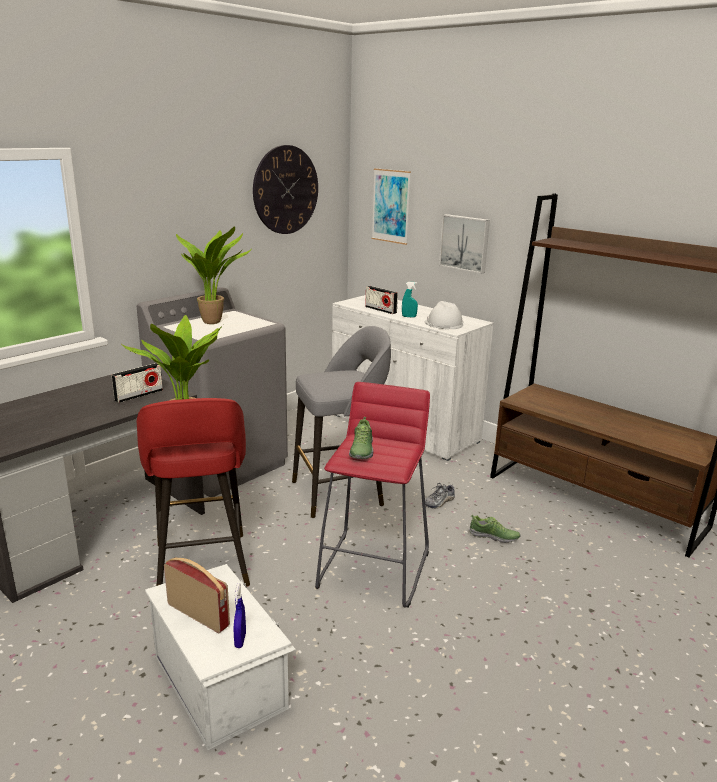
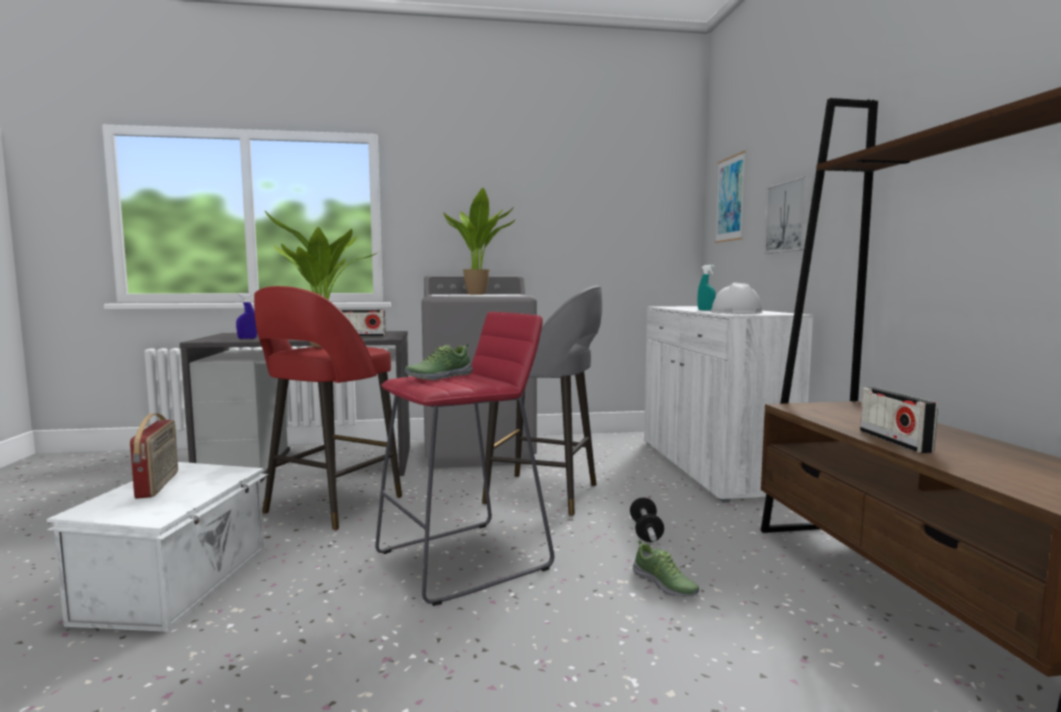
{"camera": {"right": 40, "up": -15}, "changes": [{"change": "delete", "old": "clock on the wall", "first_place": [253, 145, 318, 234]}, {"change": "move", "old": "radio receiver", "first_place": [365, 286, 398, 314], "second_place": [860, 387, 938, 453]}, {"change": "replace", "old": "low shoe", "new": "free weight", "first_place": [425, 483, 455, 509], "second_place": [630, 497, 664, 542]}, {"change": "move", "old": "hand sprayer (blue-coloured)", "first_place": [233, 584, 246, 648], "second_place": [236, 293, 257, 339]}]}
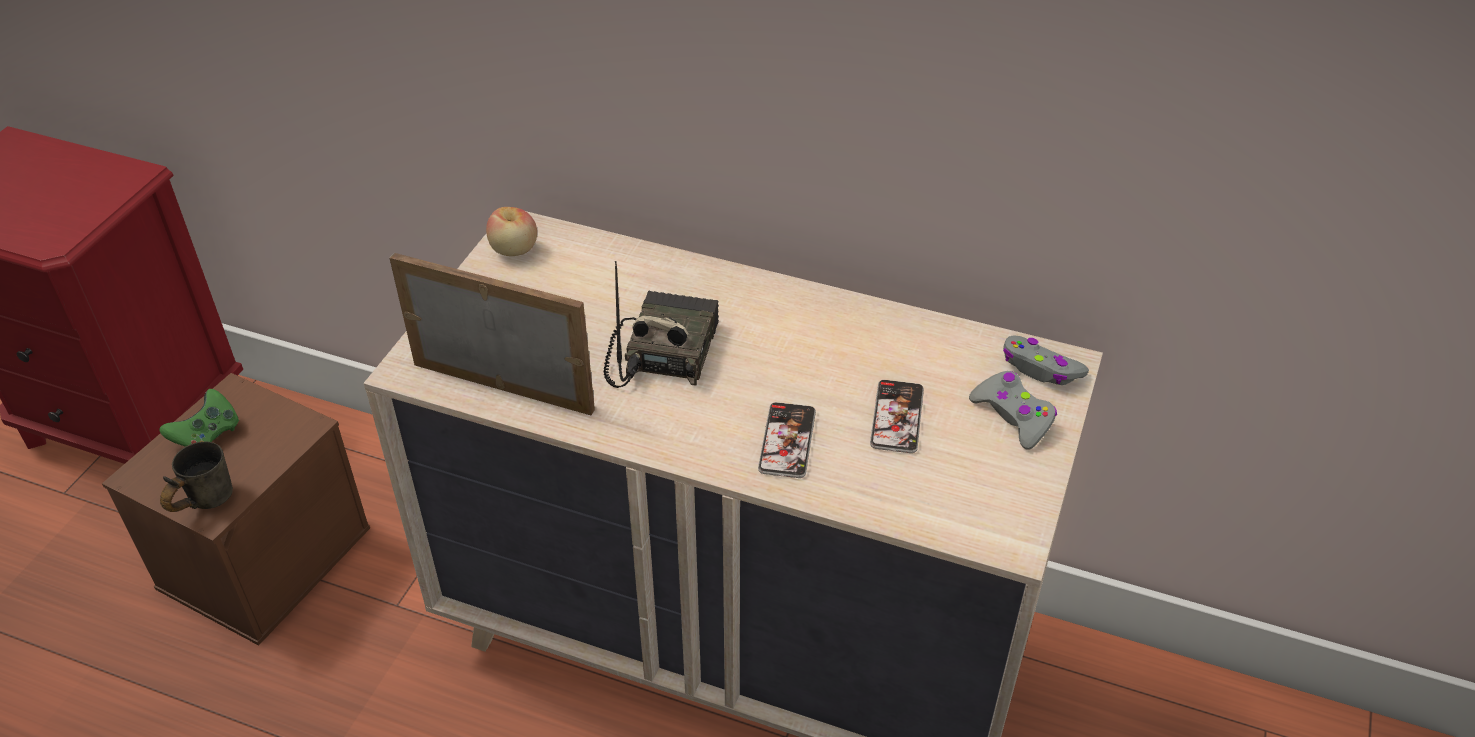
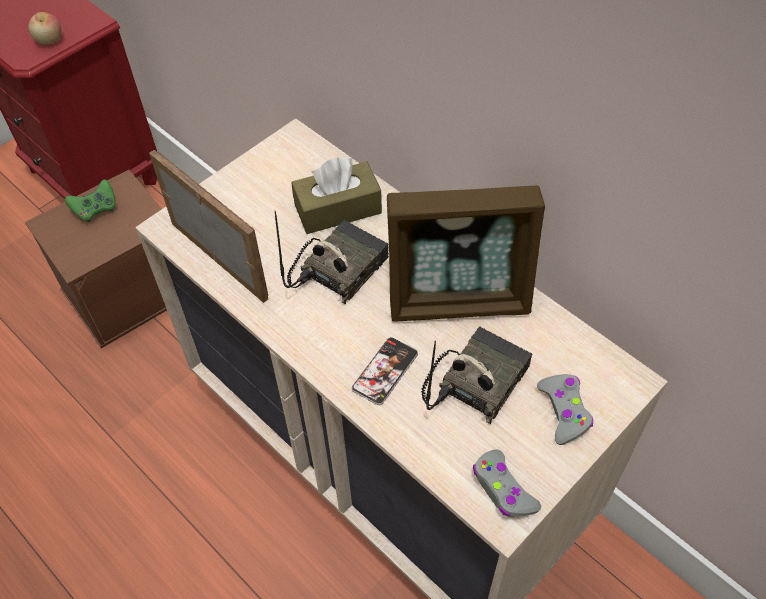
{"camera": {"right": 25, "up": 10}, "changes": [{"change": "move", "old": "apple fruit", "first_place": [486, 207, 537, 256], "second_place": [28, 12, 62, 44]}, {"change": "move", "old": "joypad (grey)", "first_place": [1003, 335, 1089, 385], "second_place": [473, 449, 541, 517]}, {"change": "replace", "old": "phone", "new": "radio receiver", "first_place": [870, 380, 924, 453], "second_place": [421, 326, 532, 424]}, {"change": "delete", "old": "tea mug (grey)", "first_place": [160, 441, 233, 512]}, {"change": "insert", "new": "tissue holder (brown)", "second_place": [291, 157, 382, 234]}, {"change": "insert", "new": "photo frame", "second_place": [387, 186, 545, 322]}]}
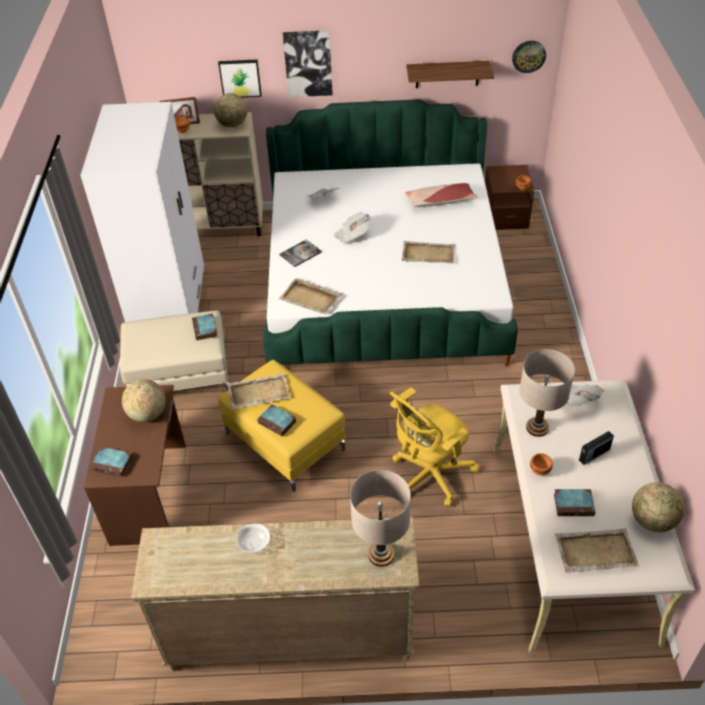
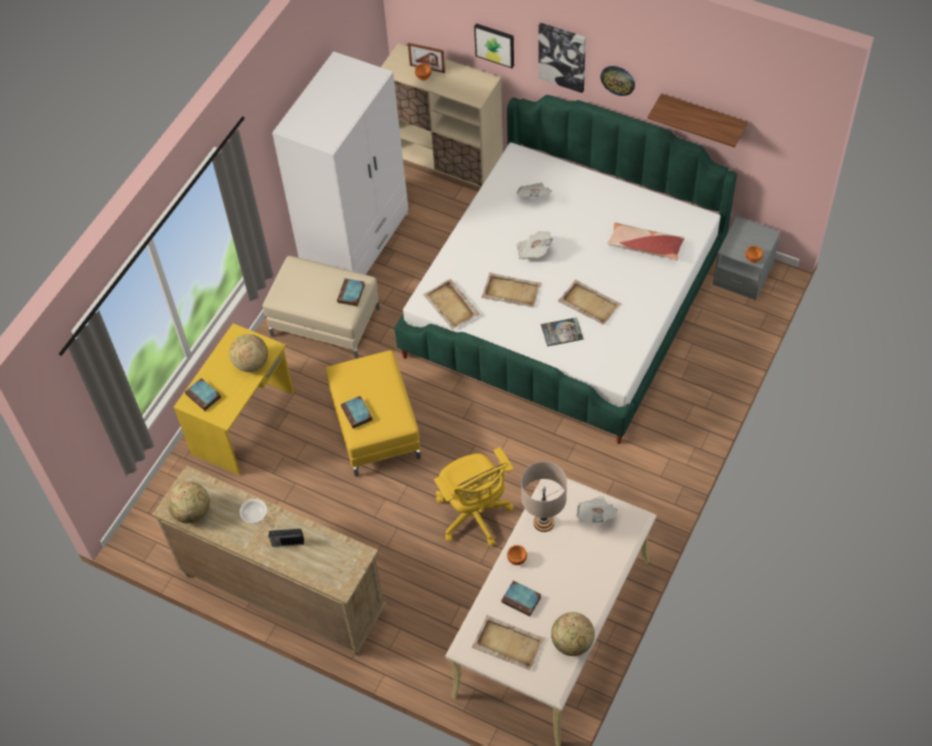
{"camera": {"right": 30, "up": 10}, "changes": [{"change": "move", "old": "clock on the wall", "first_place": [512, 41, 546, 73], "second_place": [600, 66, 635, 96]}, {"change": "move", "old": "world globe", "first_place": [214, 93, 247, 128], "second_place": [167, 482, 210, 523]}, {"change": "recolor", "old": "night table (brown)", "new": "night table (grey)", "first_place": [485, 165, 534, 230], "second_place": [713, 216, 781, 300]}, {"change": "move", "old": "book", "first_place": [279, 240, 322, 267], "second_place": [541, 317, 583, 346]}, {"change": "move", "old": "tray (beige)", "first_place": [227, 373, 291, 410], "second_place": [481, 272, 542, 308]}, {"change": "recolor", "old": "desk (brown)", "new": "desk (yellow)", "first_place": [84, 385, 186, 546], "second_place": [173, 323, 294, 475]}, {"change": "rotate", "old": "office chair (yellow)", "first_place": [389, 387, 480, 507], "second_place": [434, 447, 514, 546], "degrees": -105}, {"change": "move", "old": "radio receiver", "first_place": [579, 431, 614, 465], "second_place": [268, 529, 304, 547]}, {"change": "delete", "old": "lamp for a table (beige)", "first_place": [350, 470, 411, 567]}]}
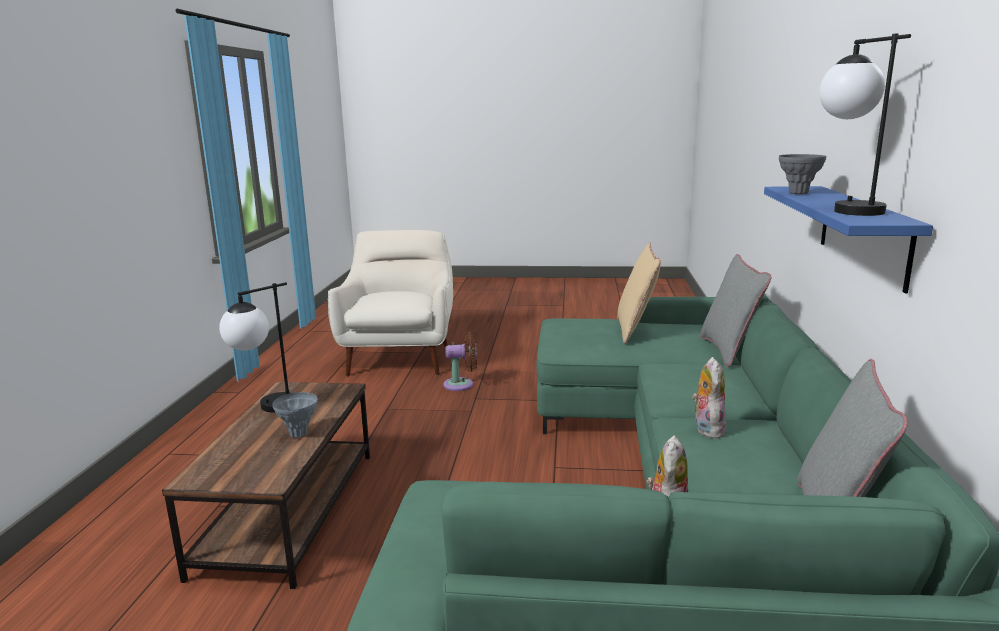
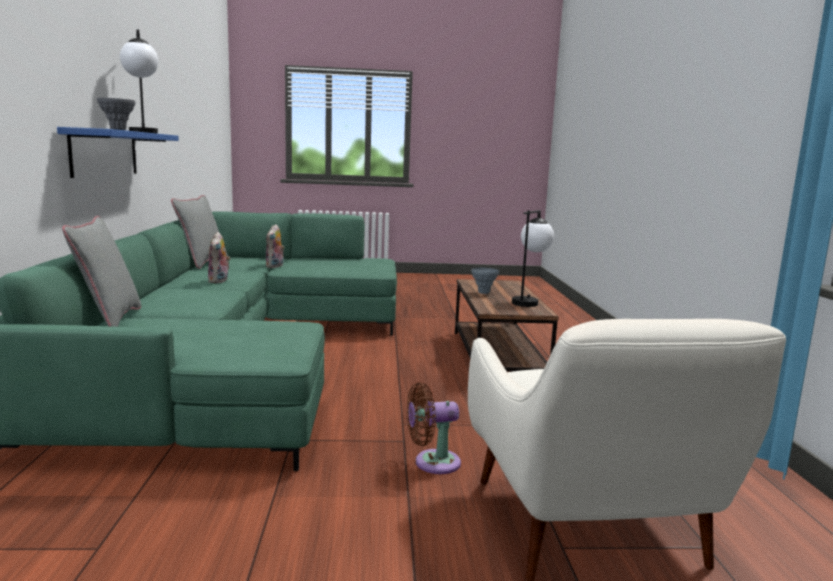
{"camera": {"right": 170, "up": -5}, "changes": [{"change": "delete", "old": "pillow (beige)", "first_place": [617, 242, 661, 344]}]}
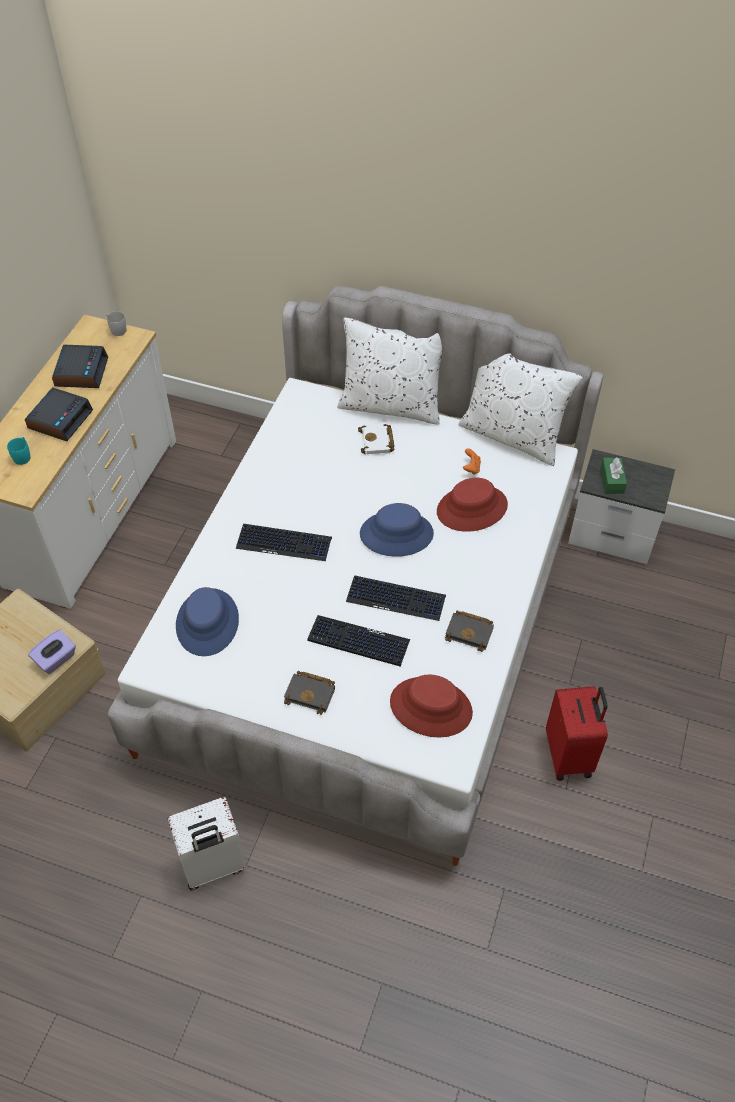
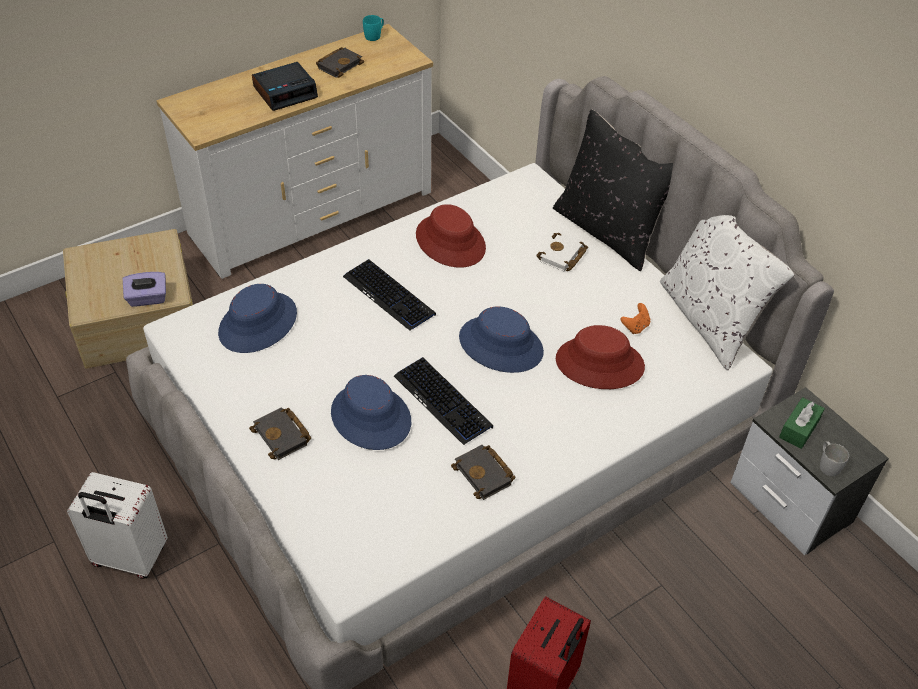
{"camera": {"right": 35, "up": -5}, "changes": [{"change": "move", "old": "tea mug (white-coloured)", "first_place": [107, 311, 126, 336], "second_place": [820, 441, 849, 476]}, {"change": "recolor", "old": "pillow (white-coloured)", "new": "pillow (blackish)", "first_place": [337, 318, 442, 425], "second_place": [553, 109, 673, 271]}, {"change": "replace", "old": "bedside clock", "new": "book (blackish)", "first_place": [52, 345, 108, 388], "second_place": [316, 47, 364, 78]}, {"change": "move", "old": "tea mug (turquoise-coloured)", "first_place": [7, 437, 30, 465], "second_place": [363, 15, 384, 41]}, {"change": "replace", "old": "keyboard", "new": "wearable hat (blue-coloured)", "first_place": [307, 615, 411, 667], "second_place": [331, 375, 411, 450]}, {"change": "move", "old": "wearable hat (reddish)", "first_place": [390, 674, 473, 738], "second_place": [416, 204, 486, 267]}]}
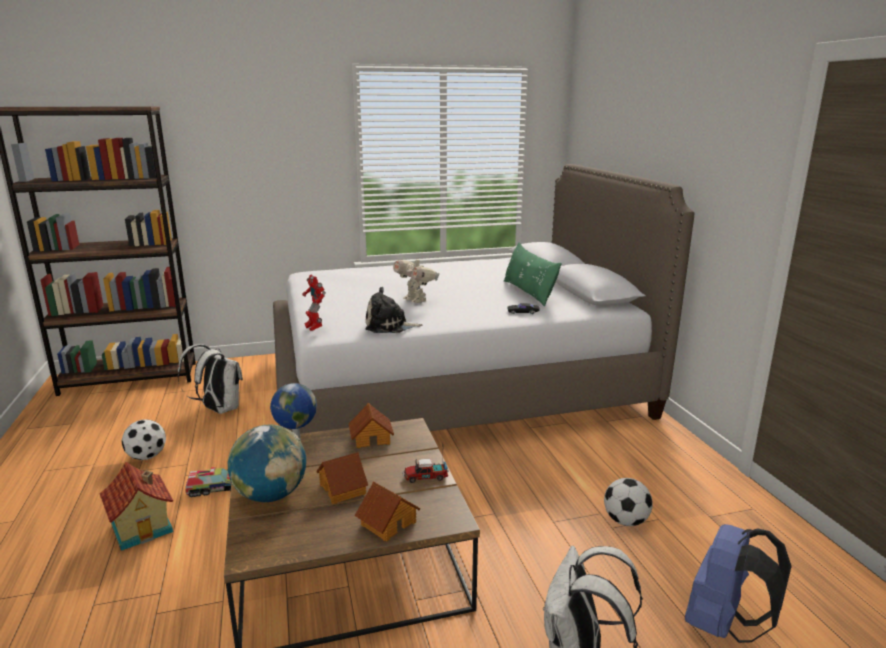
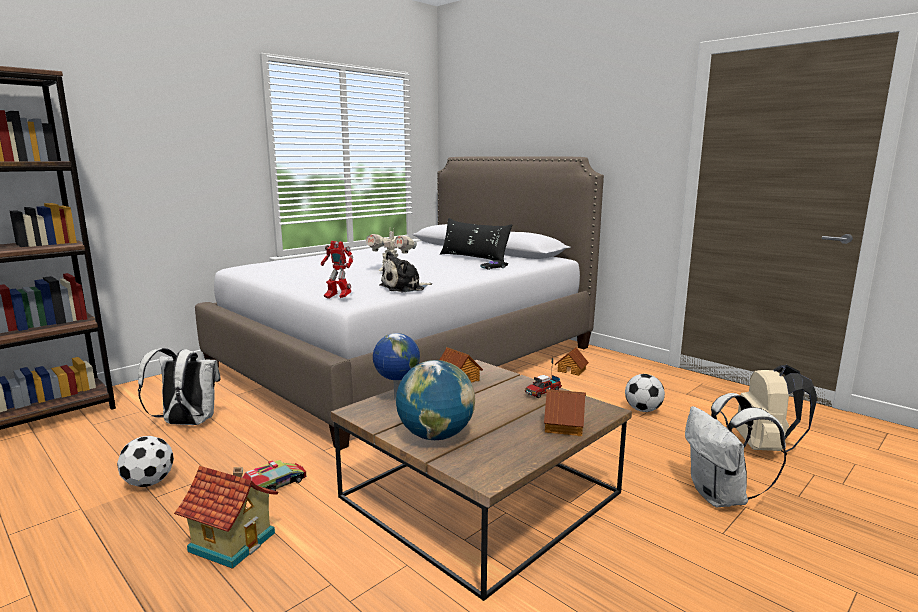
{"camera": {"right": -30, "up": -5}, "changes": [{"change": "recolor", "old": "pillow (green-coloured)", "new": "pillow (blackish)", "first_place": [504, 242, 562, 306], "second_place": [440, 218, 512, 262]}, {"change": "move", "old": "toy house", "first_place": [316, 452, 368, 504], "second_place": [555, 347, 589, 376]}, {"change": "recolor", "old": "backpack (blue-coloured)", "new": "backpack (beige)", "first_place": [685, 524, 792, 643], "second_place": [736, 365, 817, 453]}]}
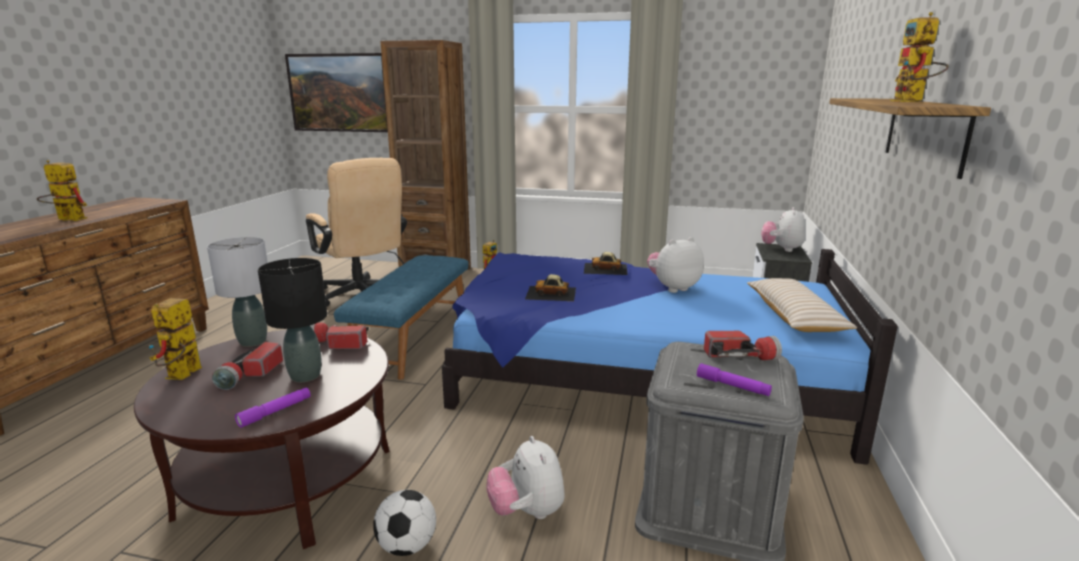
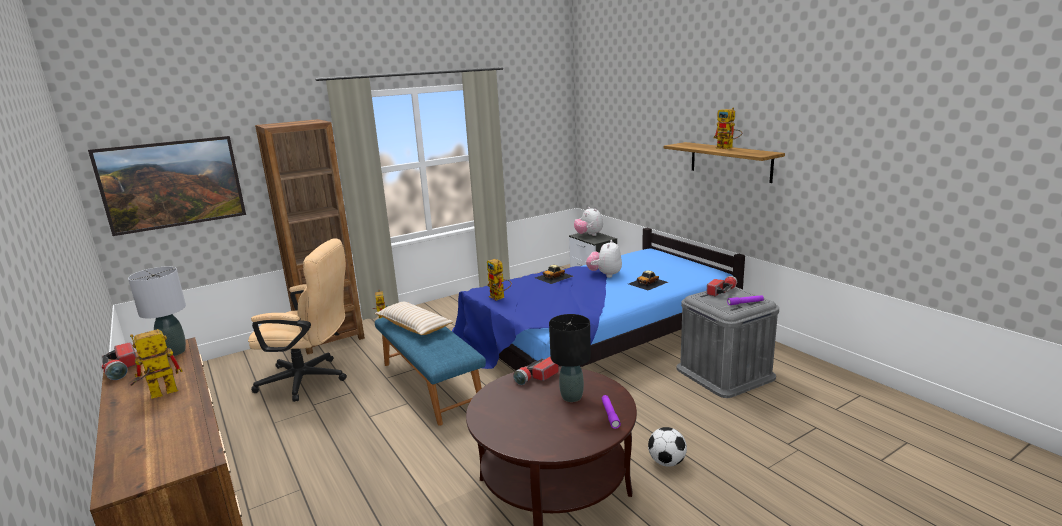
{"camera": {"right": -45, "up": 0}, "changes": [{"change": "move", "old": "lamp for a table (grey)", "first_place": [207, 237, 268, 347], "second_place": [128, 266, 186, 356]}, {"change": "move", "old": "model car", "first_place": [525, 274, 576, 301], "second_place": [629, 270, 668, 290]}, {"change": "move", "old": "pillow (beige)", "first_place": [747, 278, 857, 332], "second_place": [375, 302, 453, 335]}, {"change": "move", "old": "robot figure", "first_place": [149, 298, 202, 380], "second_place": [487, 259, 512, 301]}, {"change": "move", "old": "torch", "first_place": [212, 342, 283, 390], "second_place": [102, 343, 137, 380]}, {"change": "delete", "old": "plush toy", "first_place": [486, 436, 564, 519]}]}
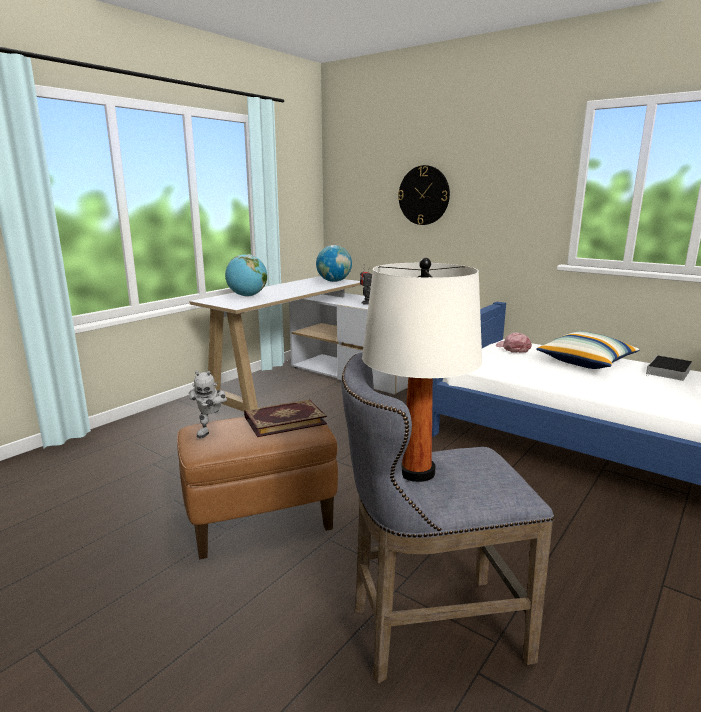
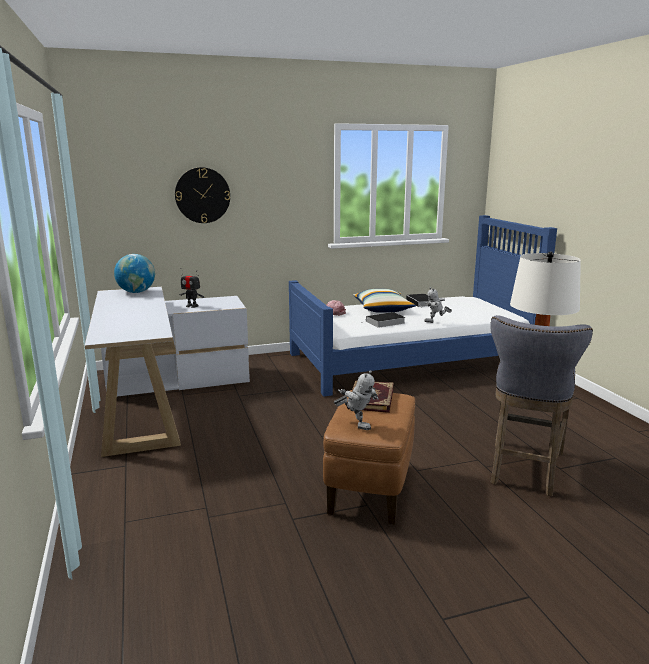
{"camera": {"right": -55, "up": 0}, "changes": [{"change": "delete", "old": "world globe", "first_place": [225, 254, 267, 297]}, {"change": "insert", "new": "robot figure", "second_place": [424, 287, 452, 323]}, {"change": "insert", "new": "book", "second_place": [362, 312, 406, 328]}]}
